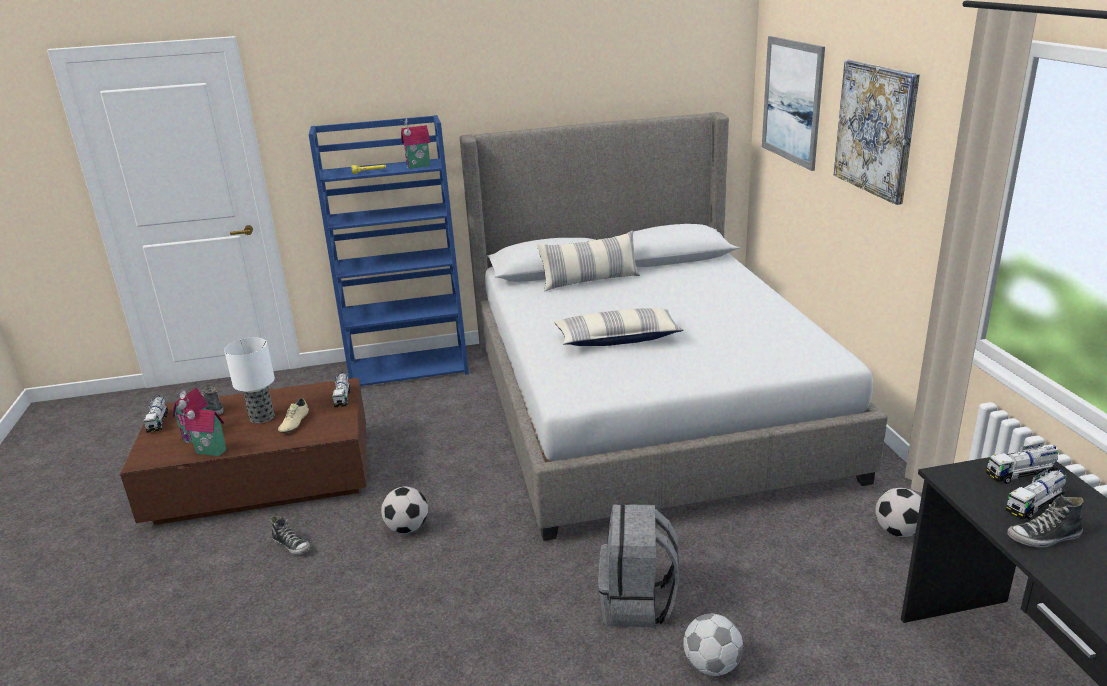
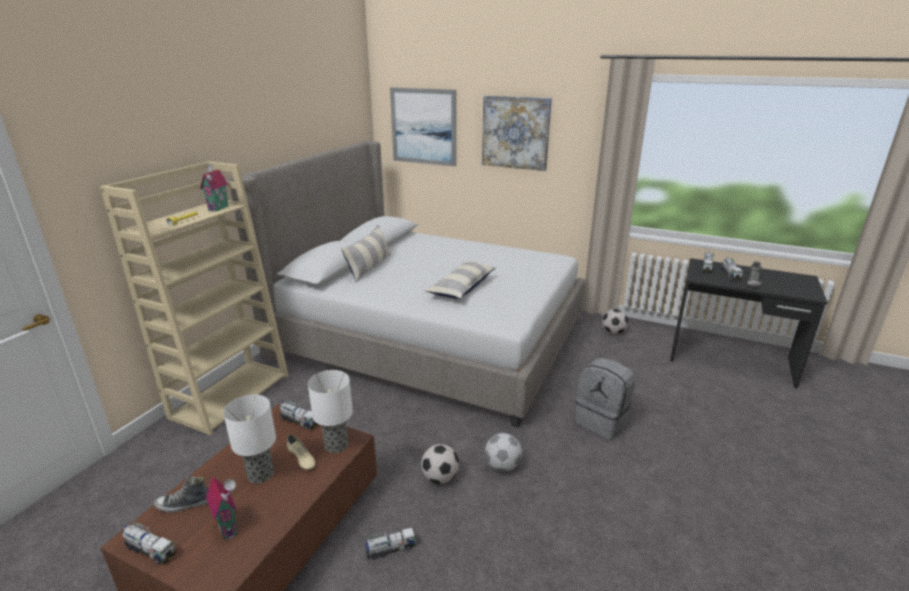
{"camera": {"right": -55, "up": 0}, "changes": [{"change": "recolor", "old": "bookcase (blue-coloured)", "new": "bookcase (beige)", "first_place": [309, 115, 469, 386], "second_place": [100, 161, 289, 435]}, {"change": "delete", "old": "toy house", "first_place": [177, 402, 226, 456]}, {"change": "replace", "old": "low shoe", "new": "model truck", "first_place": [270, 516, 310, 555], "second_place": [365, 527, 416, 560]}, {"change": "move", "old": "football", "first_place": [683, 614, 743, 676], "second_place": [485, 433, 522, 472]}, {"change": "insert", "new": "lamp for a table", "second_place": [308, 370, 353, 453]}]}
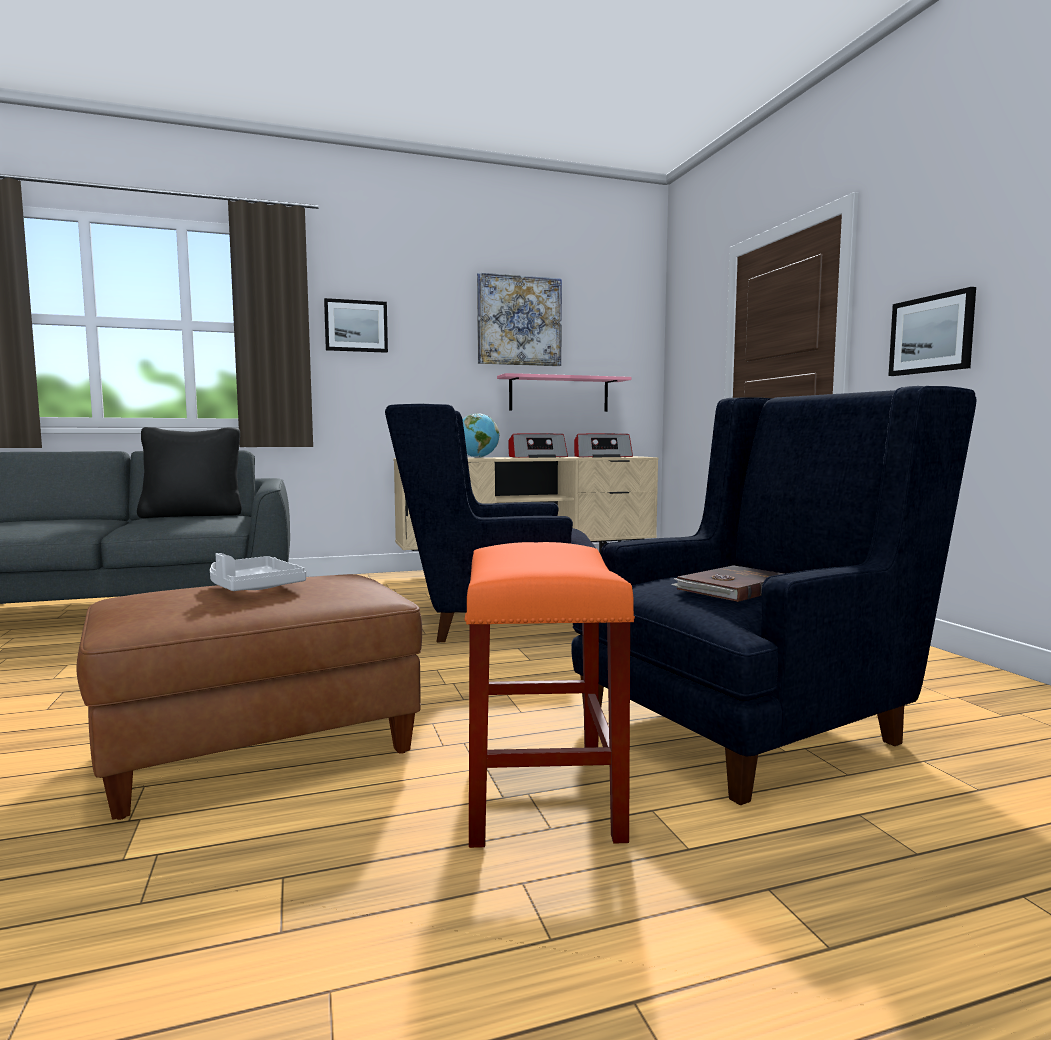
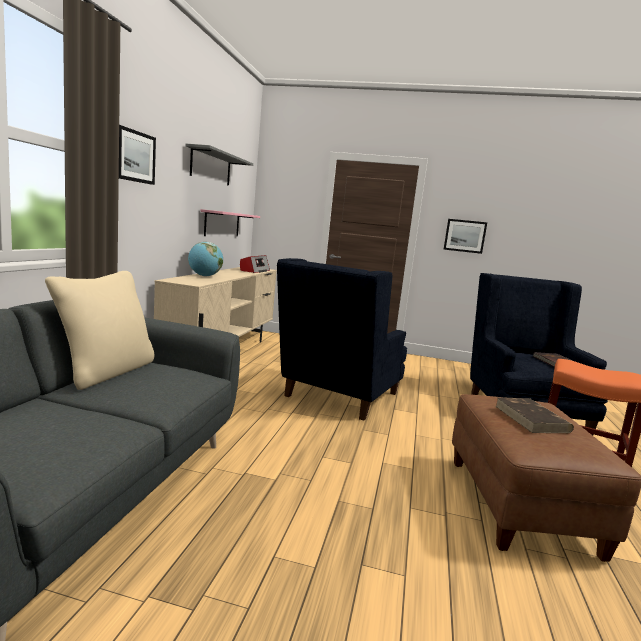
{"camera": {"right": -60, "up": 5}, "changes": [{"change": "replace", "old": "wall art", "new": "wall shelf (grey)", "first_place": [477, 272, 562, 366], "second_place": [185, 144, 253, 186]}, {"change": "recolor", "old": "pillow (blackish)", "new": "pillow (beige)", "first_place": [137, 427, 242, 518], "second_place": [45, 271, 155, 390]}, {"change": "delete", "old": "radio receiver", "first_place": [509, 434, 568, 458]}, {"change": "replace", "old": "tray (grey)", "new": "book (brown)", "first_place": [210, 553, 306, 591], "second_place": [495, 397, 574, 433]}]}
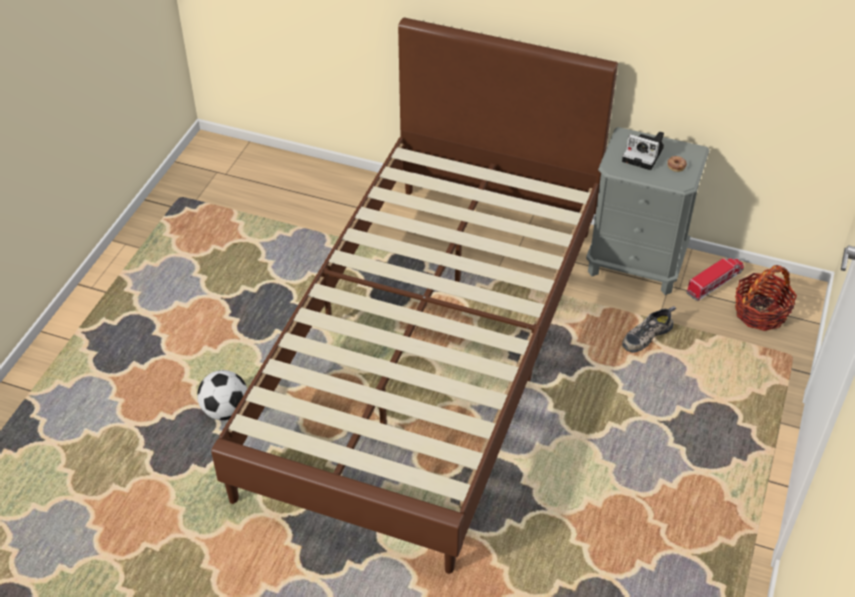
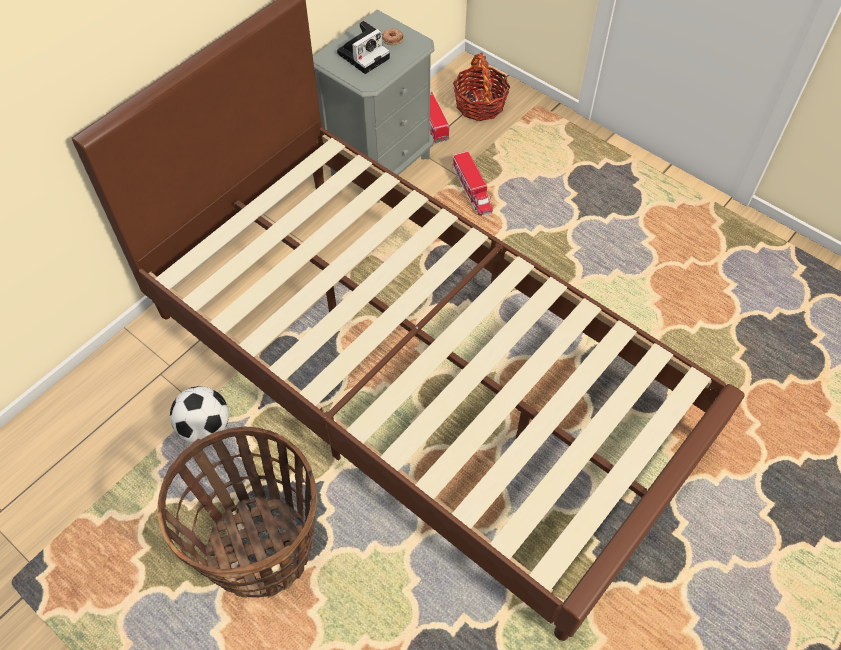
{"camera": {"right": -70, "up": 10}, "changes": [{"change": "replace", "old": "low shoe", "new": "model truck", "first_place": [622, 306, 676, 353], "second_place": [452, 151, 493, 216]}, {"change": "move", "old": "football", "first_place": [197, 370, 247, 420], "second_place": [170, 386, 229, 443]}, {"change": "insert", "new": "storage basket", "second_place": [157, 427, 317, 598]}]}
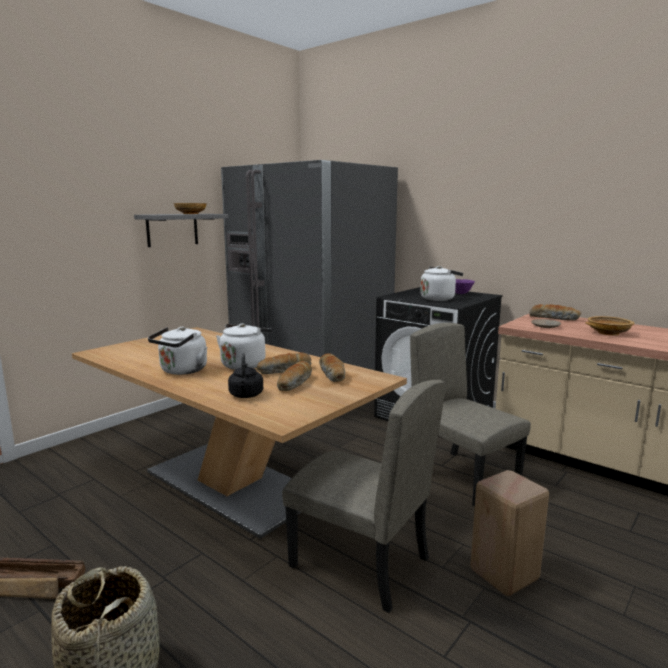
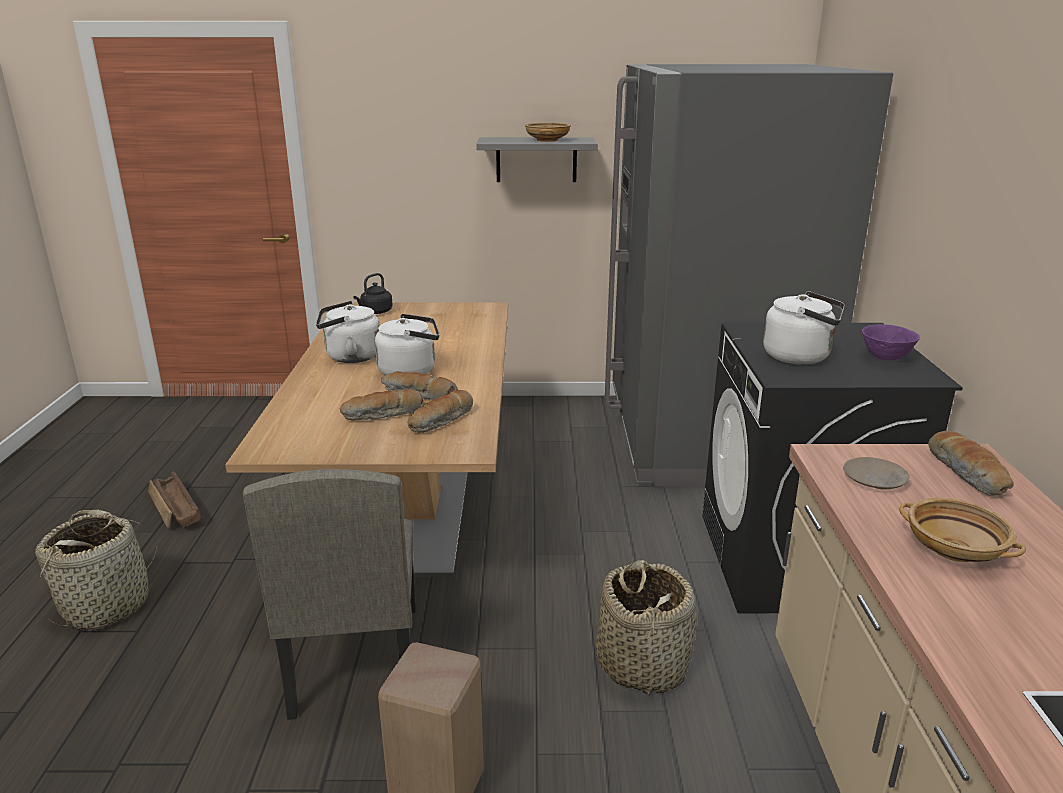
{"camera": {"right": 50, "up": 10}, "changes": [{"change": "replace", "old": "plain chair (beige)", "new": "storage basket", "first_place": [410, 323, 531, 506], "second_place": [595, 560, 697, 695]}, {"change": "move", "old": "tea kettle (blackish)", "first_place": [228, 353, 263, 398], "second_place": [353, 273, 393, 314]}]}
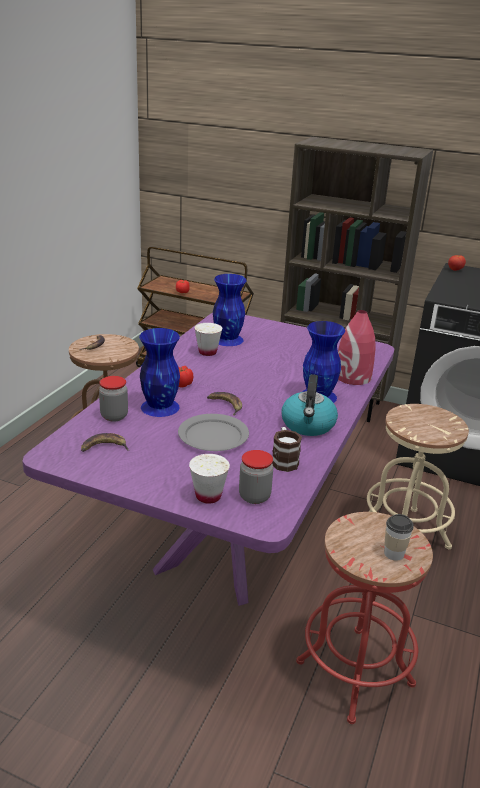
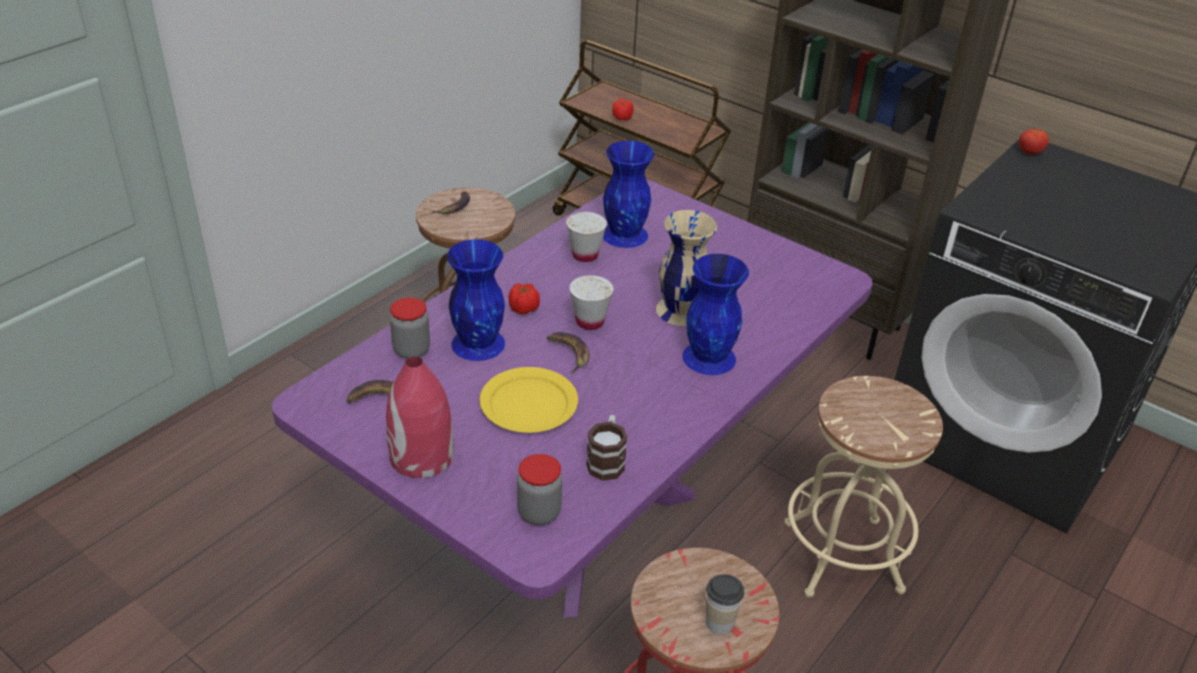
{"camera": {"right": 15, "up": 10}, "changes": [{"change": "move", "old": "flower vase (reddish)", "first_place": [338, 310, 376, 385], "second_place": [386, 357, 454, 478]}, {"change": "delete", "old": "tea kettle", "first_place": [281, 374, 338, 436]}, {"change": "recolor", "old": "plate (grey)", "new": "plate (yellow)", "first_place": [178, 414, 249, 451], "second_place": [480, 367, 578, 433]}, {"change": "move", "old": "small cup (white-coloured)", "first_place": [189, 454, 230, 504], "second_place": [569, 275, 614, 330]}, {"change": "insert", "new": "flower vase (beige)", "second_place": [656, 210, 717, 326]}]}
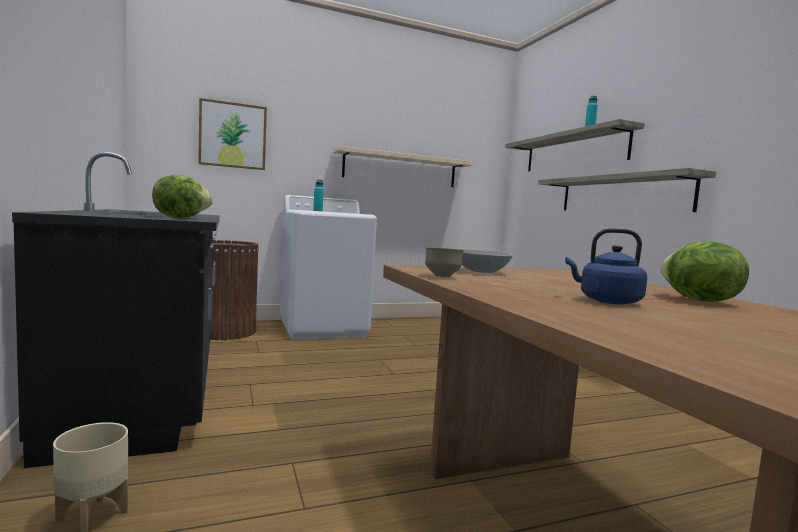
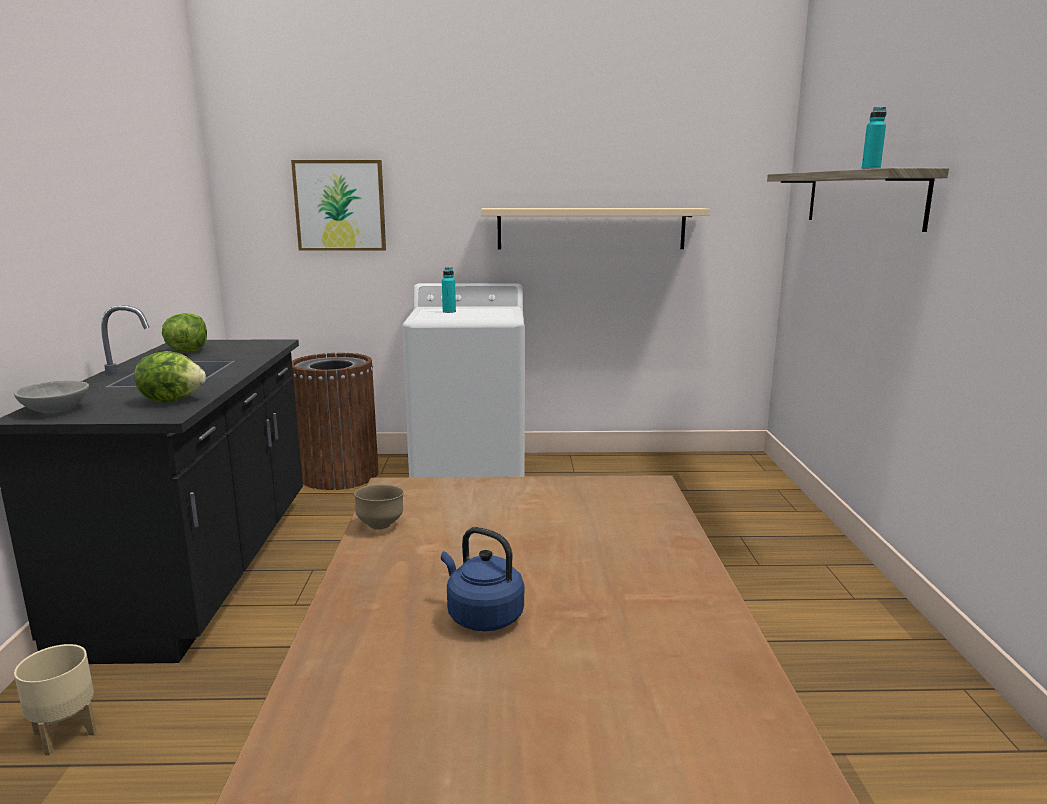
{"camera": {"right": 20, "up": 10}, "changes": [{"change": "delete", "old": "wall shelf", "first_place": [538, 168, 716, 212]}, {"change": "move", "old": "lettuce head", "first_place": [660, 241, 749, 302], "second_place": [162, 313, 207, 352]}, {"change": "move", "old": "bowl (grey)", "first_place": [461, 249, 513, 273], "second_place": [14, 380, 89, 413]}]}
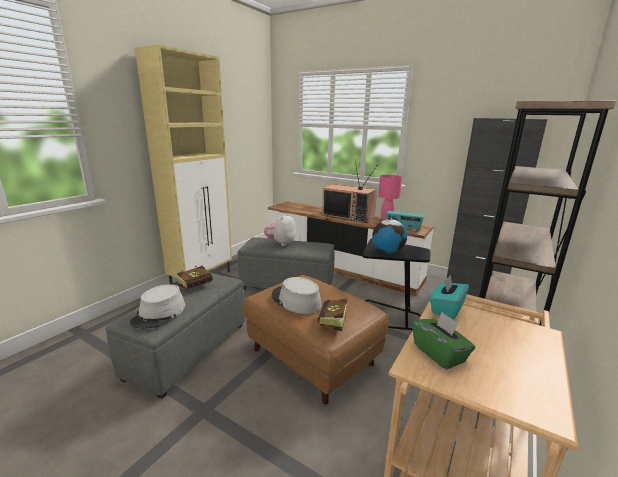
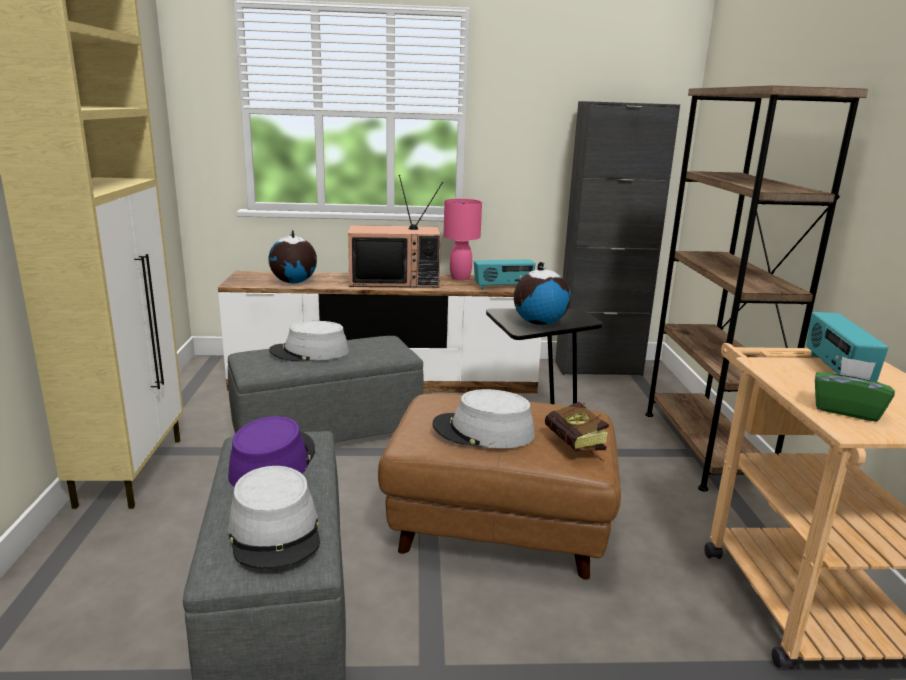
{"camera": {"right": -35, "up": 0}, "changes": [{"change": "replace", "old": "plush toy", "new": "wearable hat (grey)", "first_place": [264, 213, 296, 246], "second_place": [269, 321, 349, 362]}, {"change": "replace", "old": "book", "new": "wearable hat (purple)", "first_place": [177, 266, 213, 289], "second_place": [228, 416, 315, 487]}, {"change": "delete", "old": "tissue holder (turquoise-coloured)", "first_place": [430, 275, 469, 319]}, {"change": "insert", "new": "world globe", "second_place": [268, 230, 317, 283]}, {"change": "insert", "new": "radio receiver", "second_place": [806, 312, 888, 382]}]}
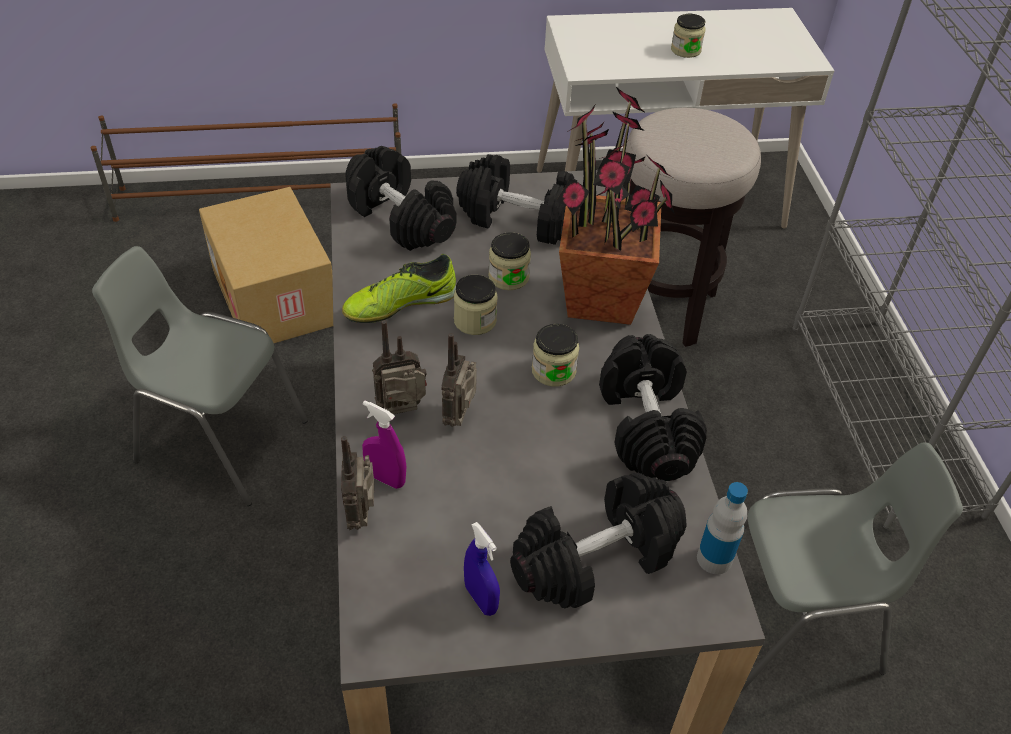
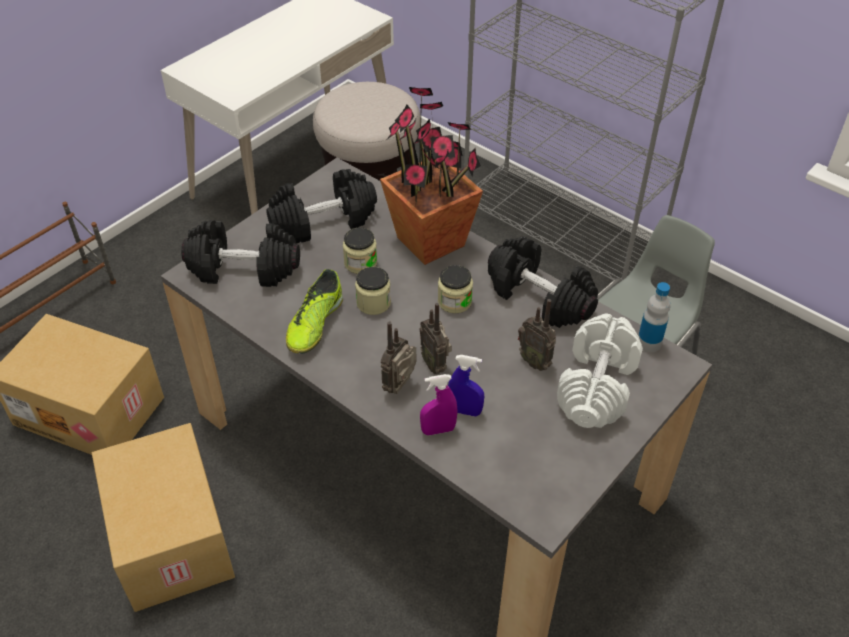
{"camera": {"right": -40, "up": 0}, "changes": [{"change": "delete", "old": "storage jar", "first_place": [671, 14, 706, 58]}, {"change": "replace", "old": "plain chair (grey)", "new": "cardboard box", "first_place": [92, 246, 308, 506], "second_place": [92, 423, 235, 612]}, {"change": "move", "old": "radio receiver", "first_place": [341, 436, 374, 530], "second_place": [518, 299, 556, 371]}, {"change": "recolor", "old": "free weight (blackish)", "new": "free weight (white-coloured)", "first_place": [510, 473, 687, 608], "second_place": [557, 313, 643, 428]}, {"change": "move", "old": "hand sprayer (blue-coloured)", "first_place": [464, 522, 500, 616], "second_place": [448, 355, 484, 416]}]}
